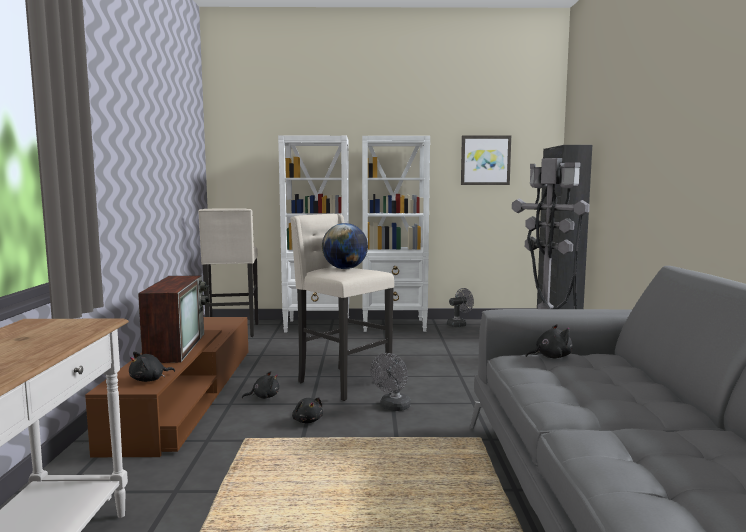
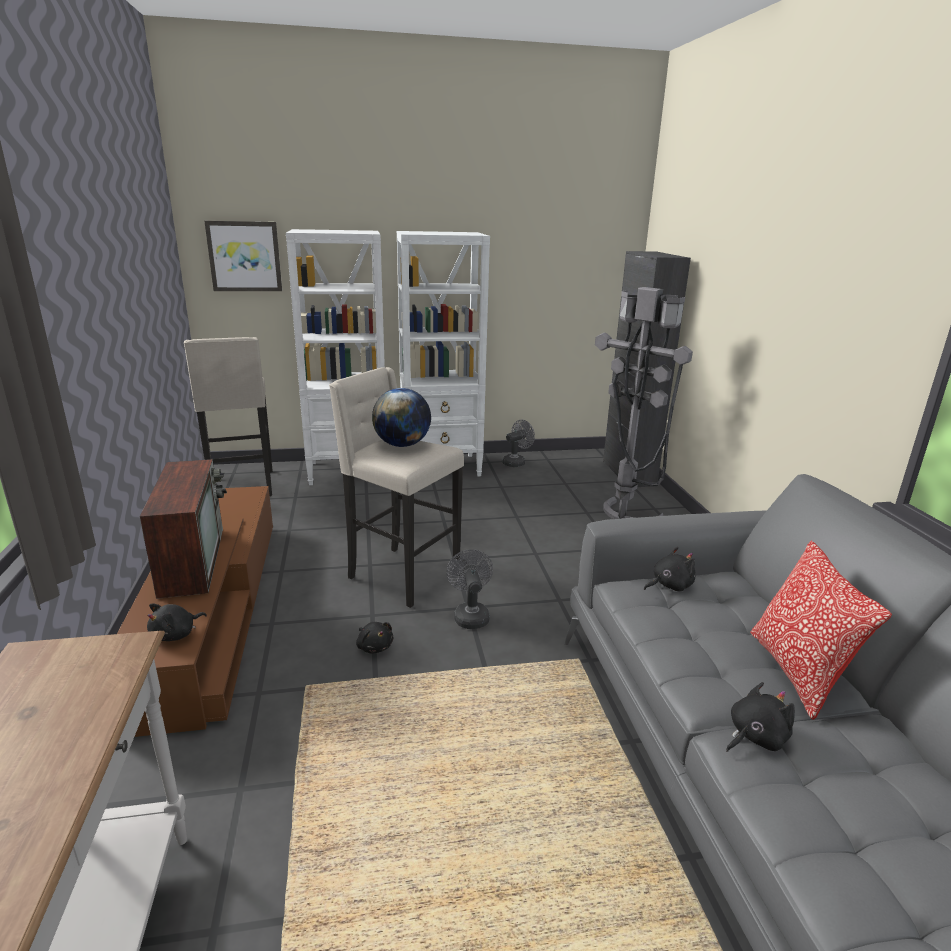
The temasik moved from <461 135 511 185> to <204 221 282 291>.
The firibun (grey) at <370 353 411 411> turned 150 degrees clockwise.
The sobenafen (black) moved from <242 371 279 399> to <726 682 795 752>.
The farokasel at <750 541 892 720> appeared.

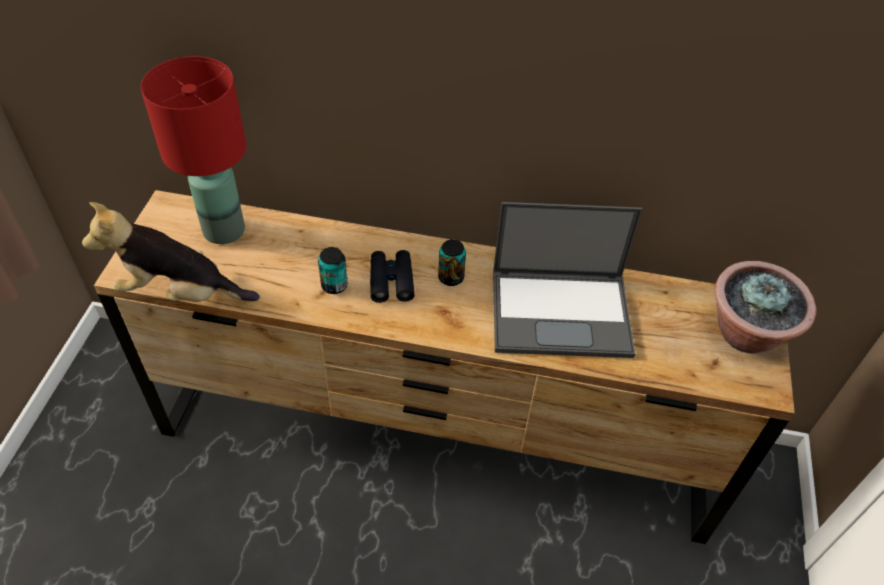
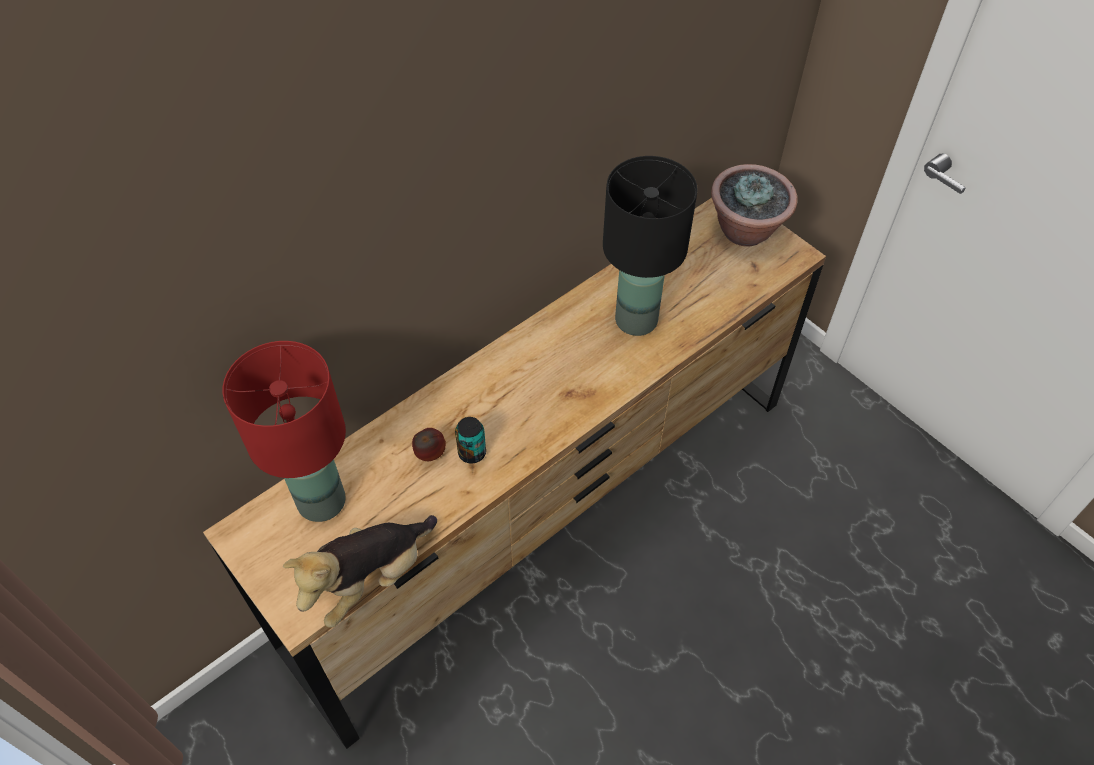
The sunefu at <493 202 642 358> was replaced by the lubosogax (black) at <603 156 698 336>.
The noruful at <438 239 466 286> disappeared.
The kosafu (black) at <370 250 414 303> disappeared.
The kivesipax at <412 428 446 461> appeared.

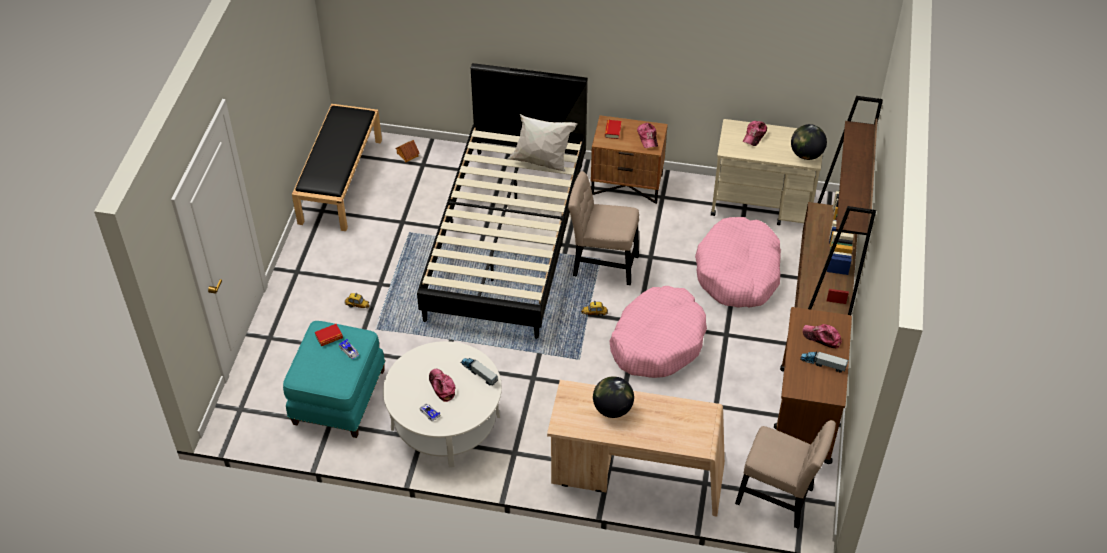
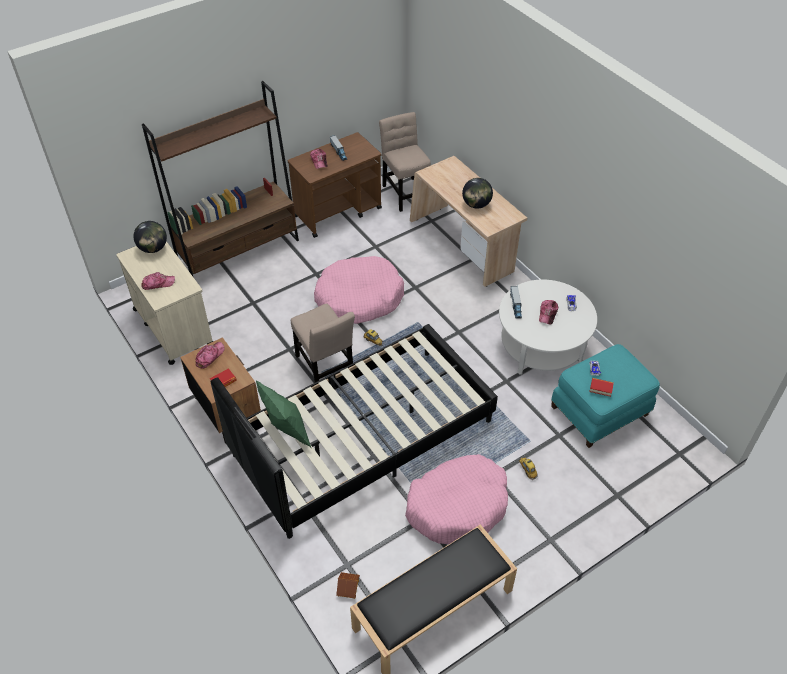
The farokasel (white) at <507 114 577 172> became the farokasel (green) at <256 381 311 447>.
The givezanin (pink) moved from <695 217 781 308> to <405 454 508 544>.

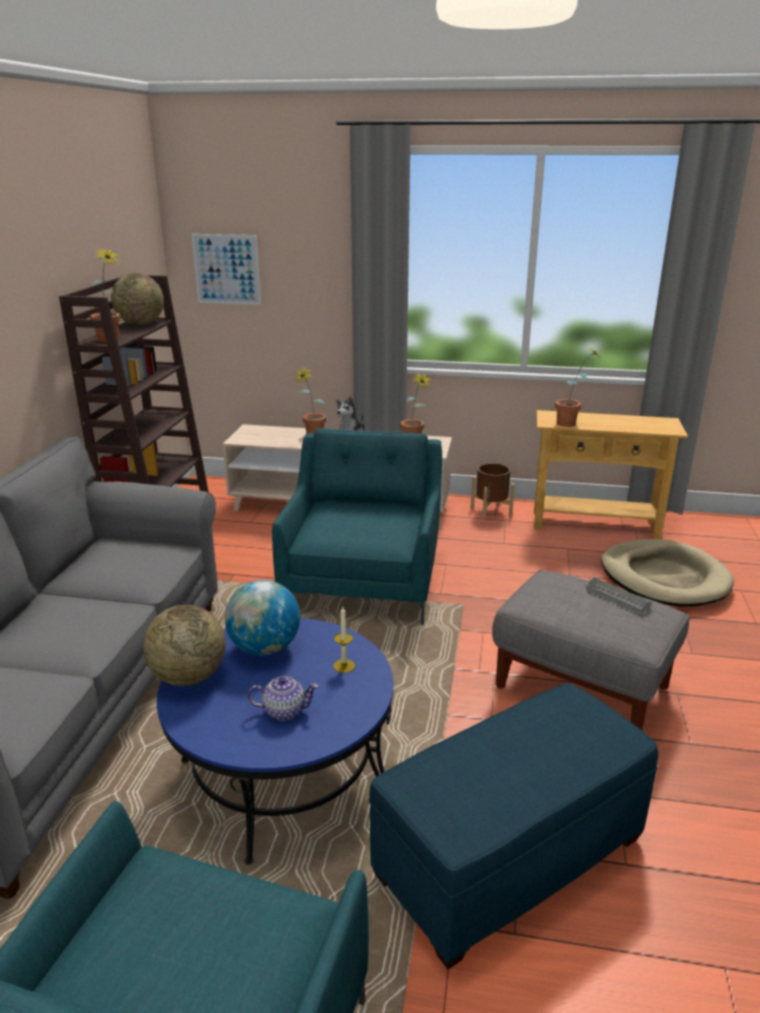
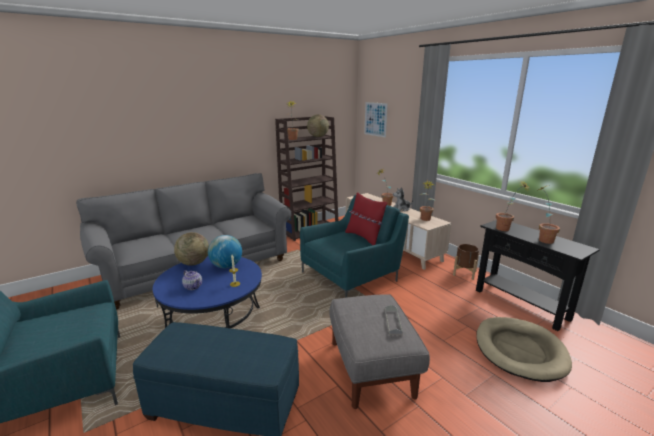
The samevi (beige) at <534 410 688 539> became the samevi (black) at <476 220 600 331>.
The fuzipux at <535 185 560 244> appeared.
The farokasel (red) at <345 192 387 245> appeared.

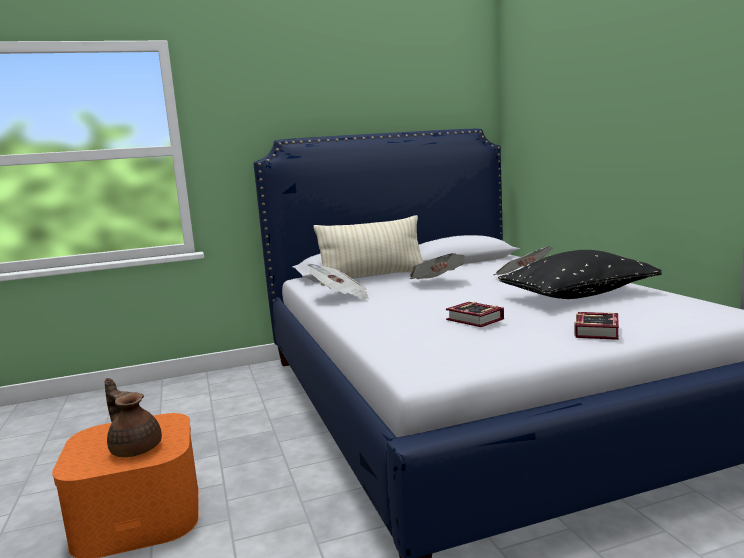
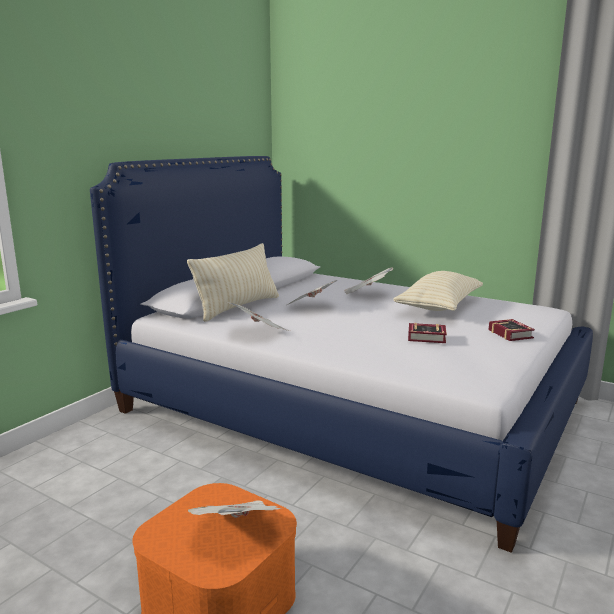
The farokasel (black) at <498 250 662 299> became the farokasel (beige) at <393 271 483 311>.
The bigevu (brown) at <105 378 162 457> was replaced by the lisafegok at <188 500 282 518>.

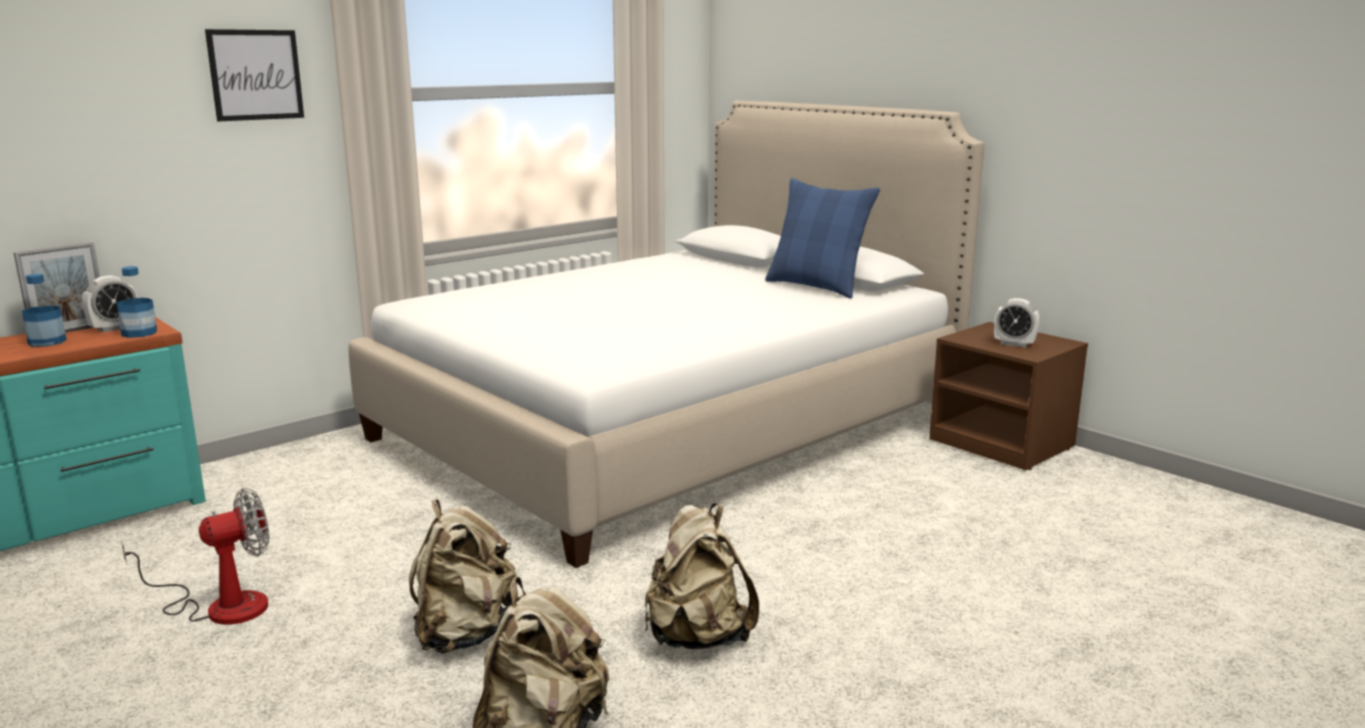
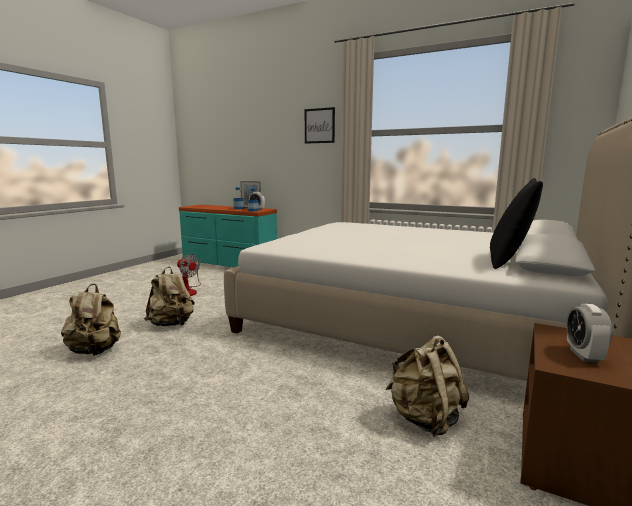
The farokasel (blue) at <765 178 880 298> became the farokasel (black) at <490 178 543 269>.
The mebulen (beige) moved from <645 503 759 649> to <386 336 469 437>.

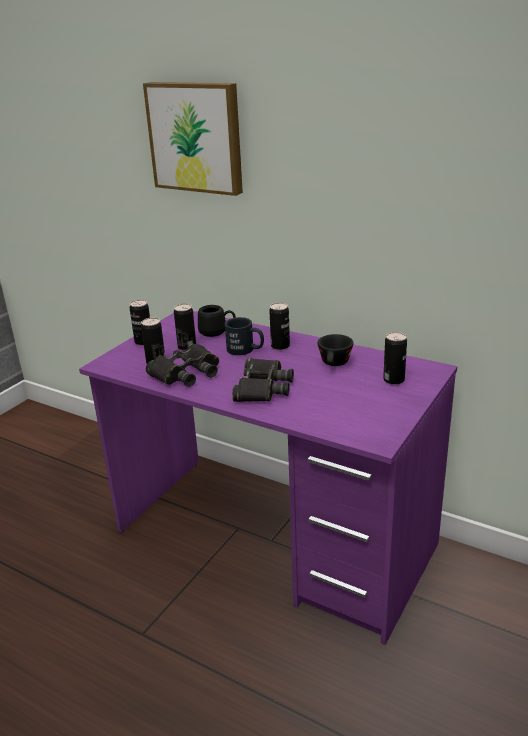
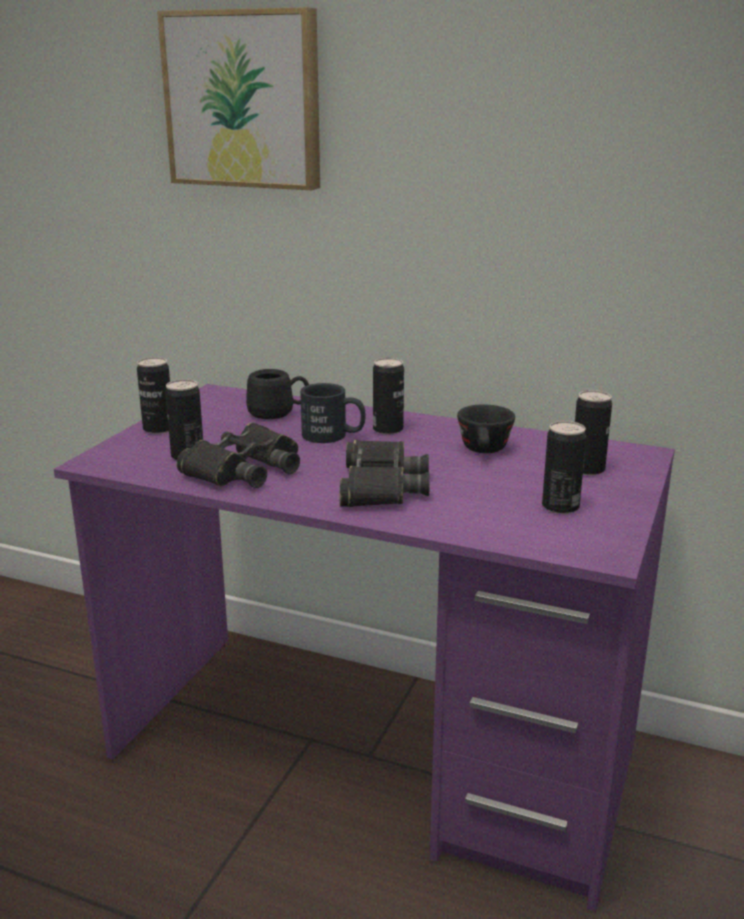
The noruful moved from <174 304 196 351> to <542 421 586 514>.

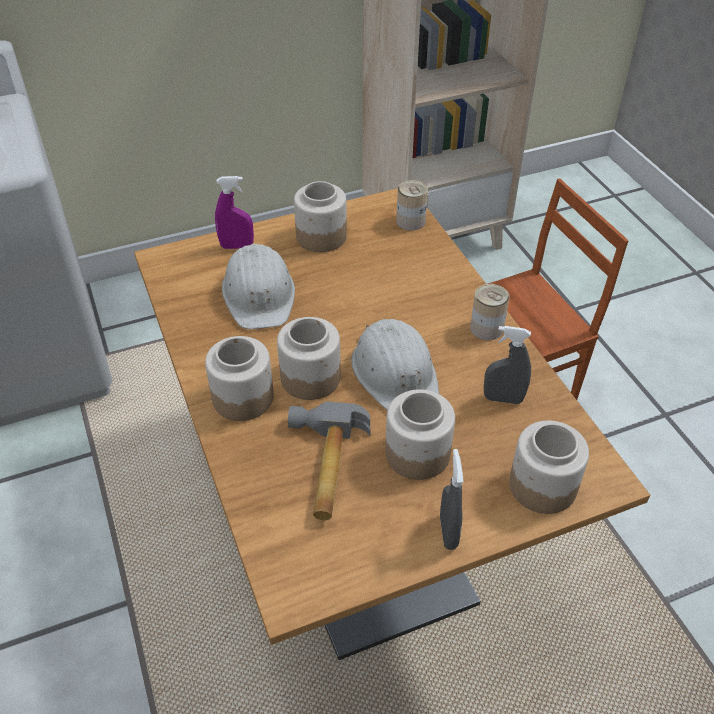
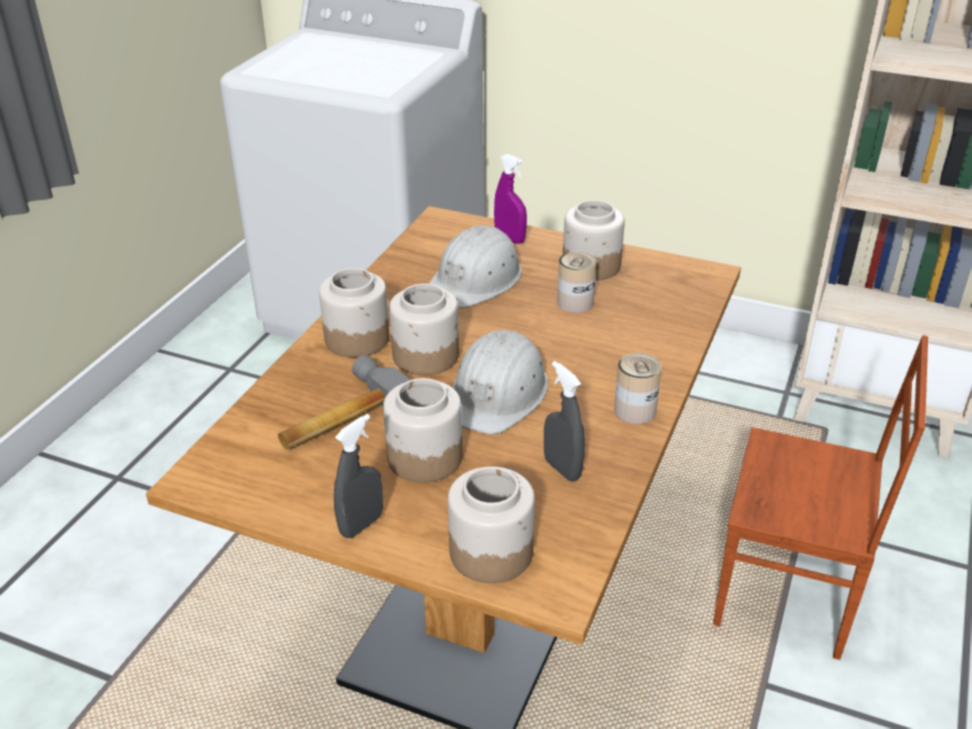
The noruful moved from <396 180 428 230> to <557 251 596 313>.

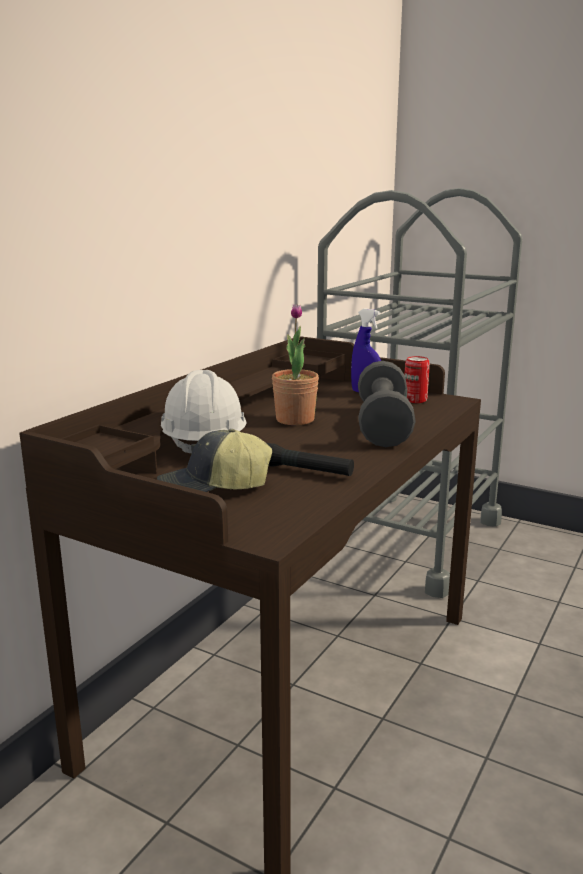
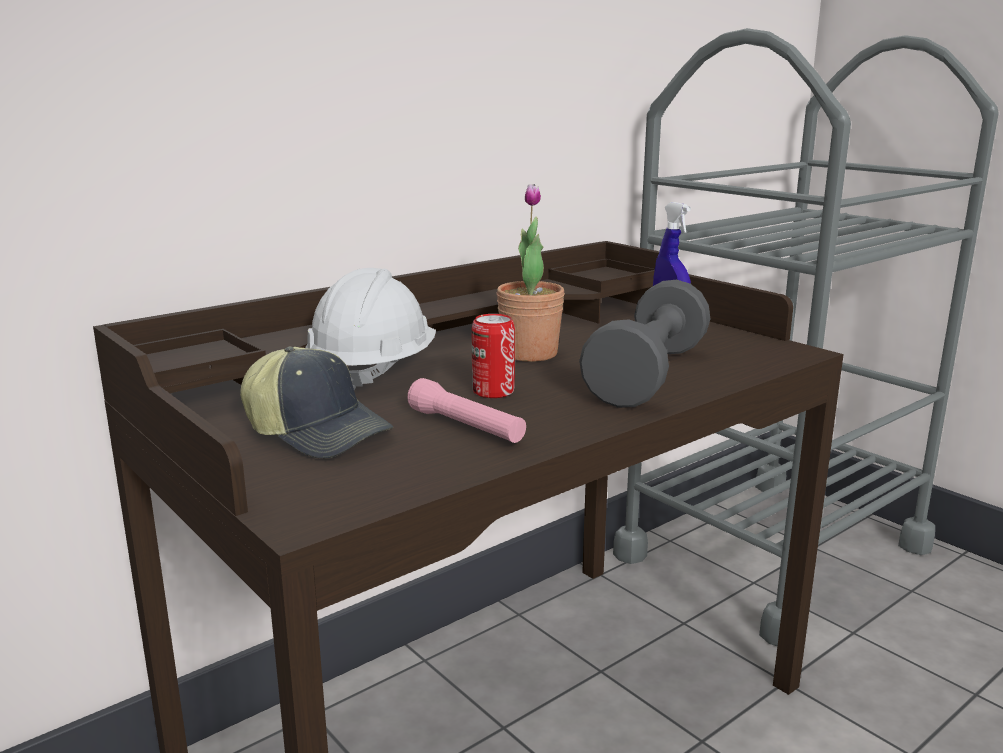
The noruful moved from <405 356 430 403> to <471 314 515 398>.
The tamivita at <157 429 272 492> turned 150 degrees counterclockwise.
The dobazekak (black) at <267 443 354 476> became the dobazekak (pink) at <407 378 526 443>.

